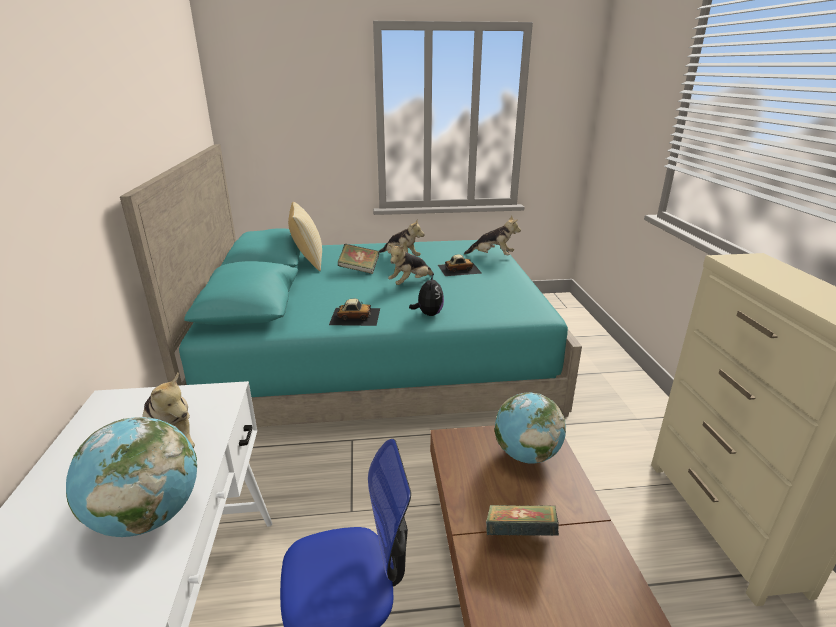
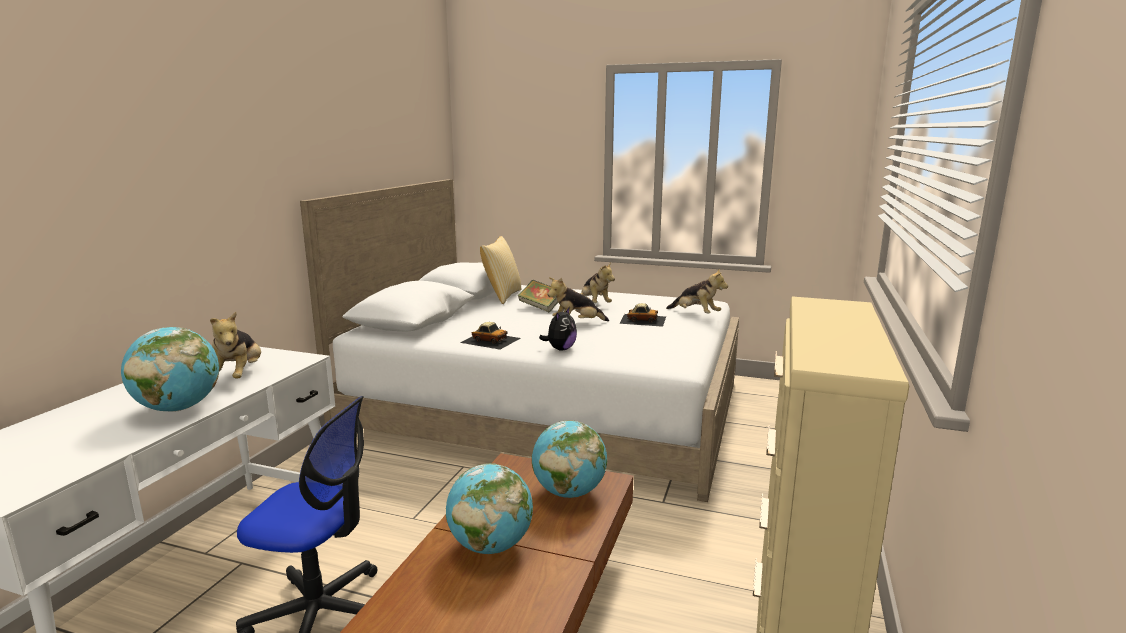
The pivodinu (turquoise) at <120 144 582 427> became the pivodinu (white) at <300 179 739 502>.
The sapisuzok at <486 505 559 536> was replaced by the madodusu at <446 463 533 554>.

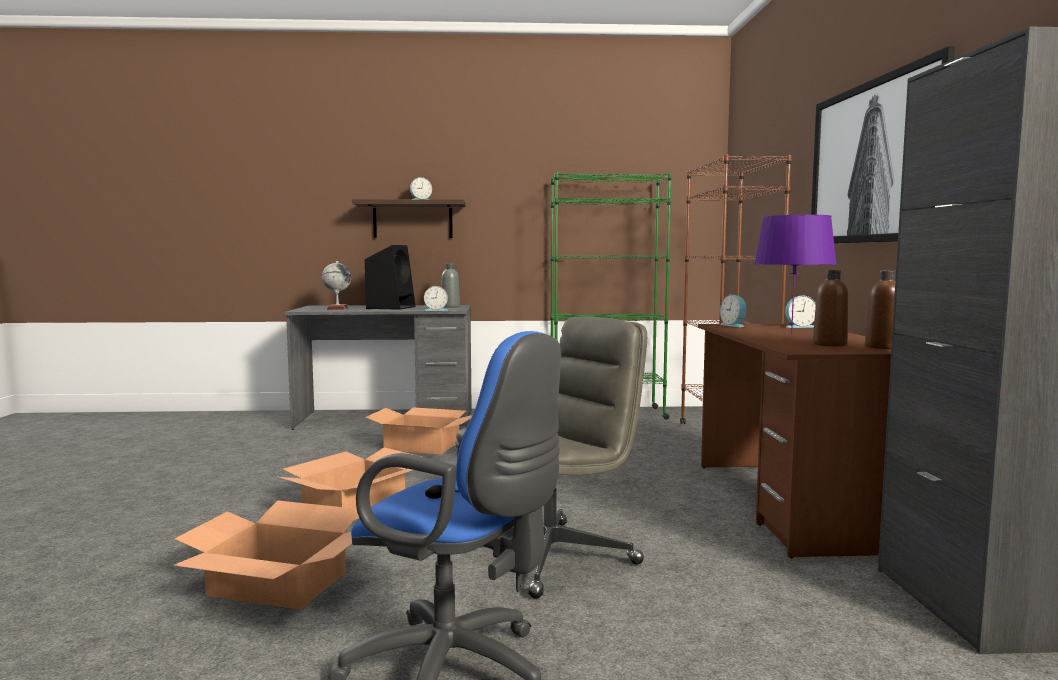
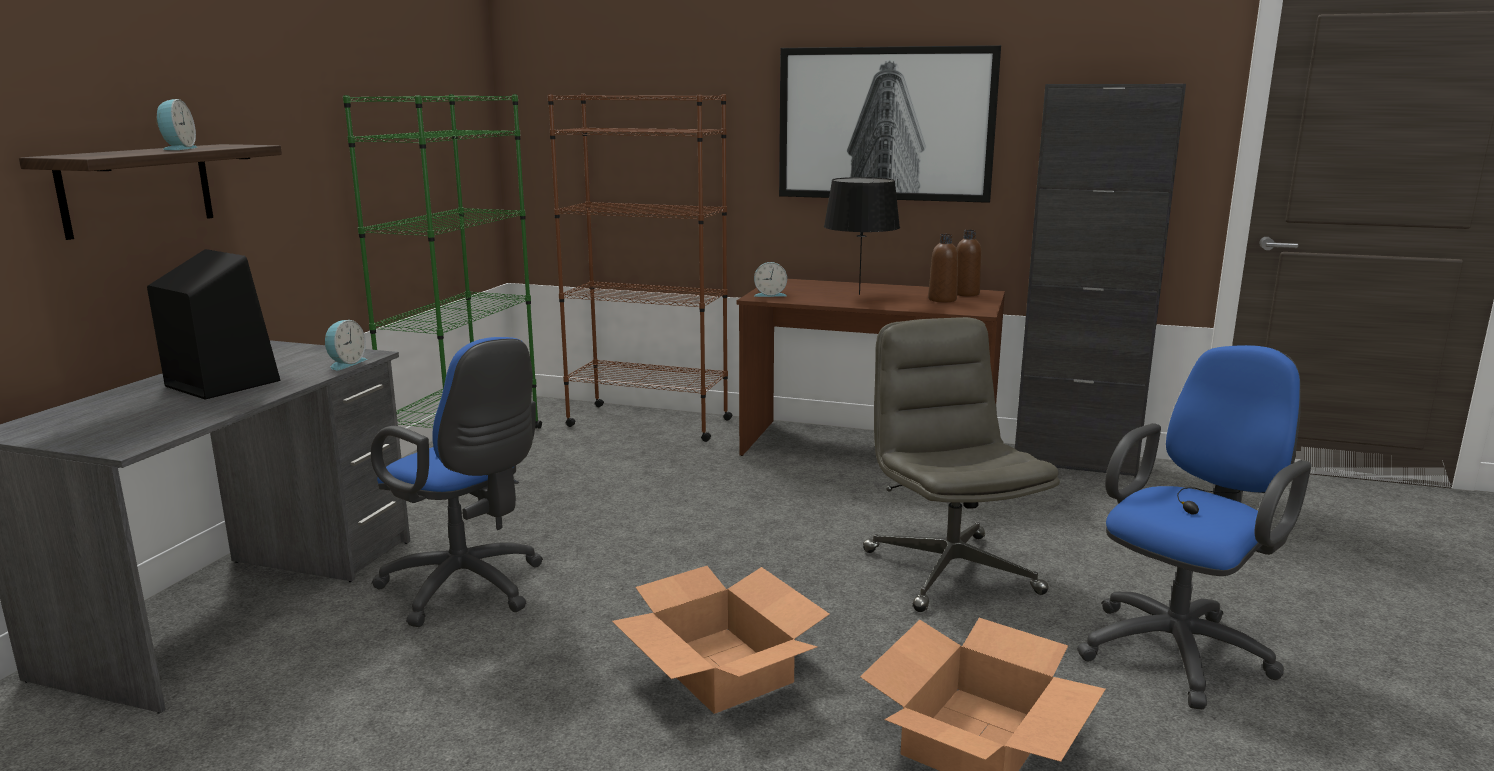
The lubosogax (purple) at <754 215 837 334> became the lubosogax (black) at <824 177 900 295>.
The madodusu at <322 261 351 310> disappeared.
The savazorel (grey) at <441 264 460 308> disappeared.
The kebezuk at <785 296 816 328> disappeared.
The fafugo at <366 407 472 454> was replaced by the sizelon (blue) at <371 337 543 627>.

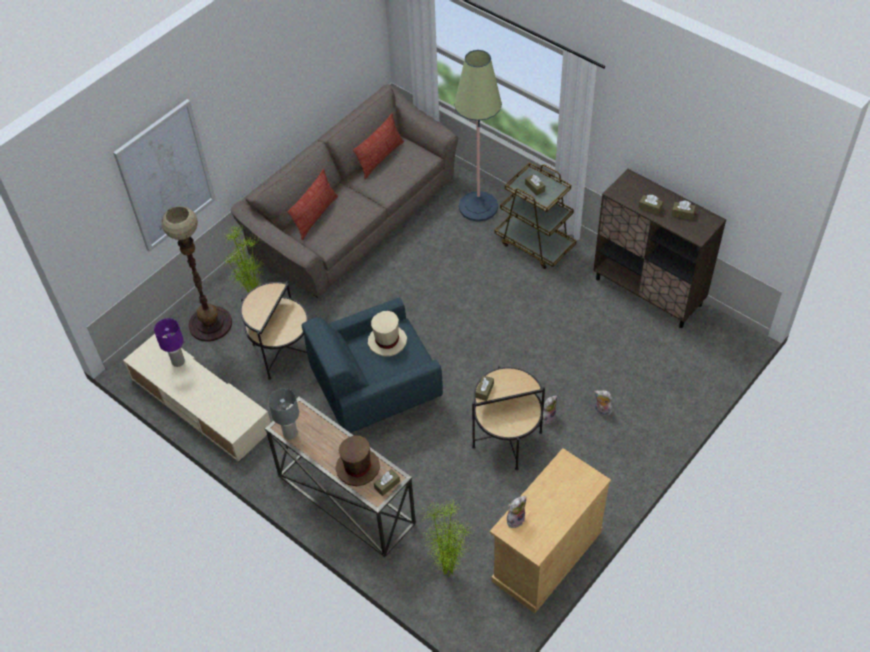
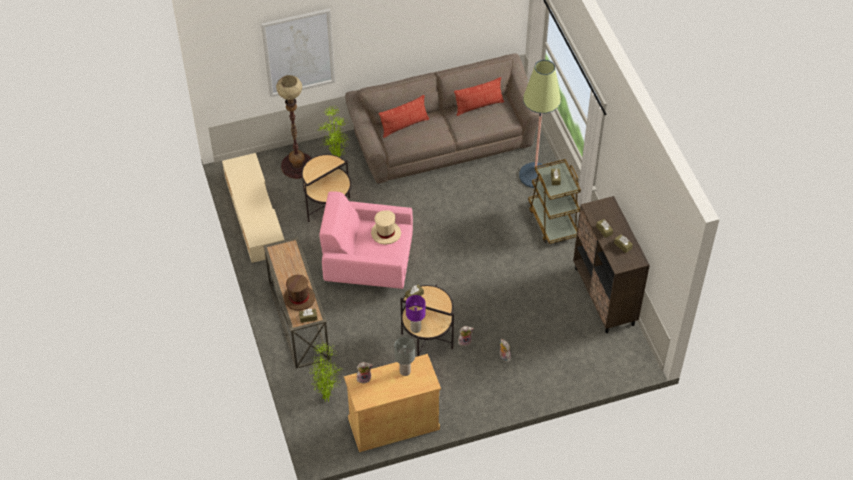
The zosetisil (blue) at <302 297 443 433> became the zosetisil (pink) at <319 191 413 289>.
The lubosogax (purple) moved from <154 318 185 367> to <406 295 425 333>.
The lubosogax (grey) moved from <268 388 299 440> to <394 337 415 376>.

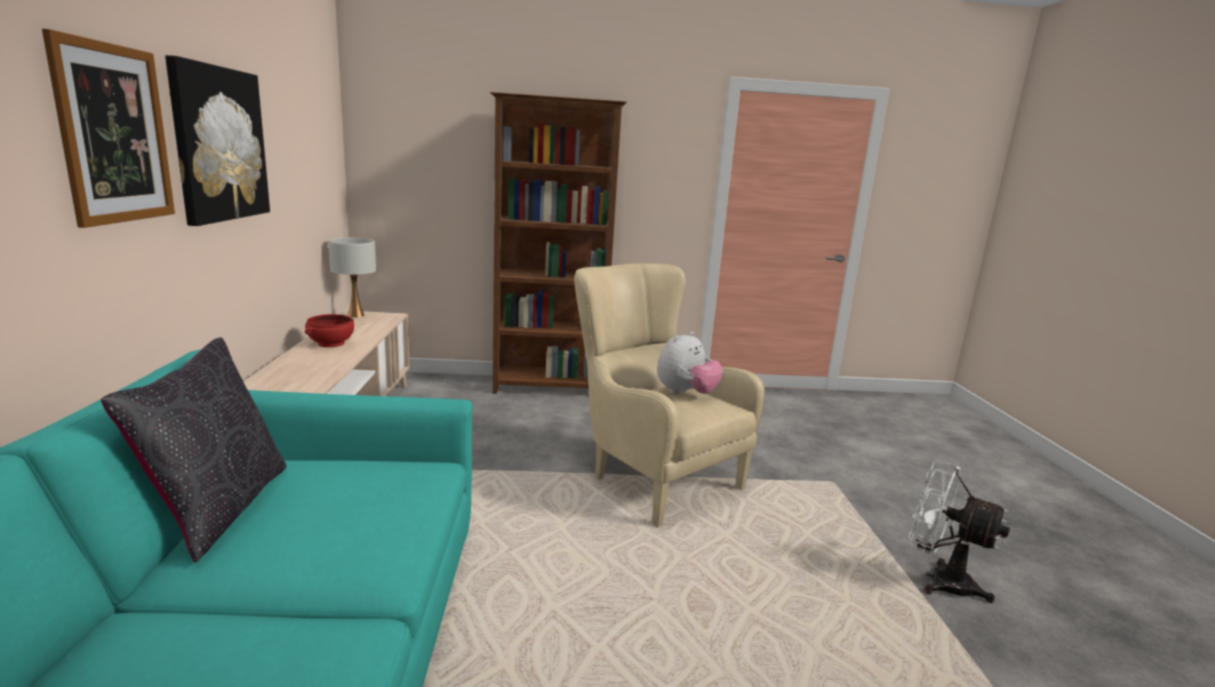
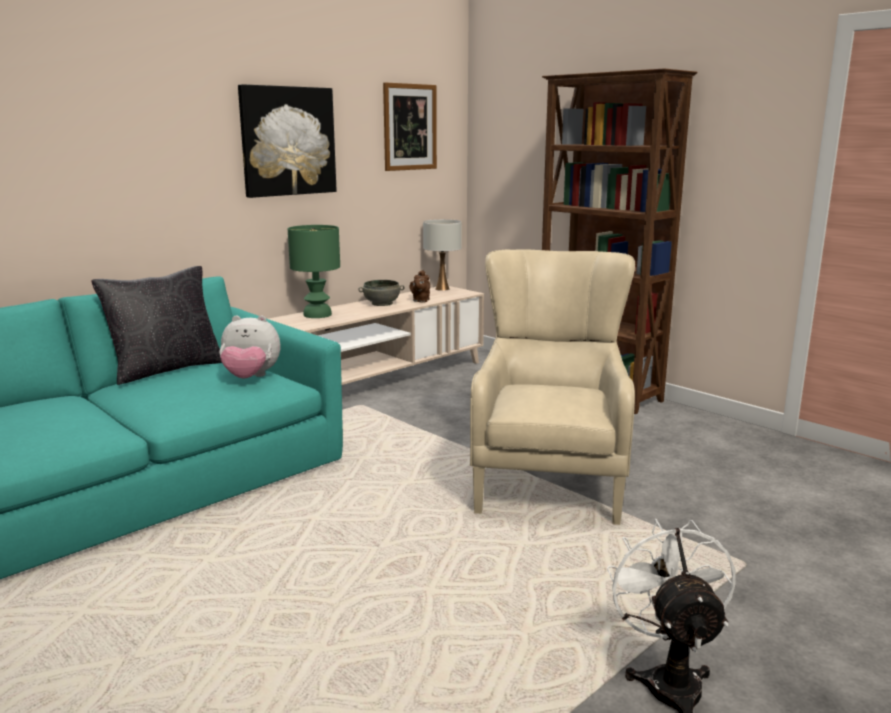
The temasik moved from <42 29 175 228> to <383 82 437 171>.
The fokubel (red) at <305 314 354 347> became the fokubel (grey) at <358 280 404 306>.
The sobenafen moved from <657 331 723 395> to <219 315 280 379>.
The lubosogax (green) at <288 225 340 318> appeared.
The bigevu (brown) at <410 270 430 303> appeared.

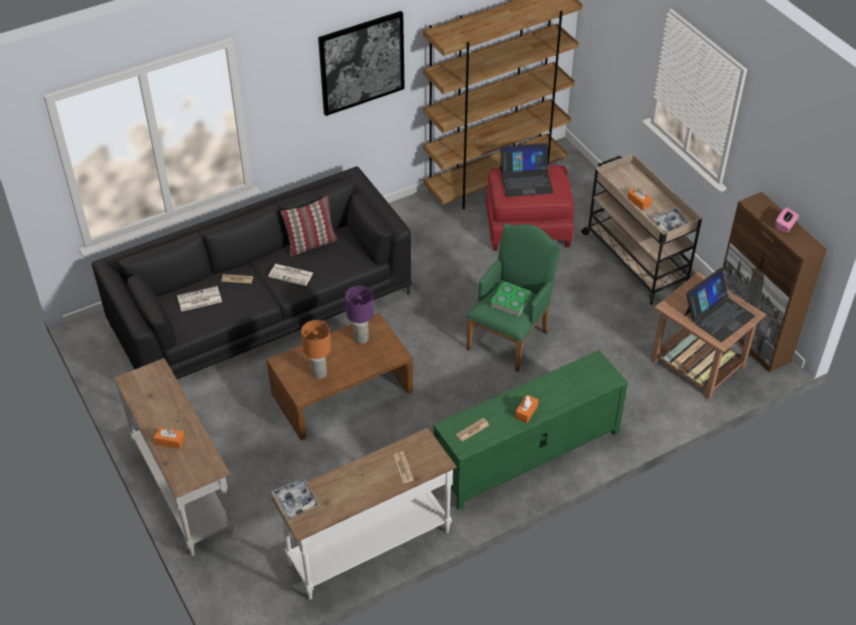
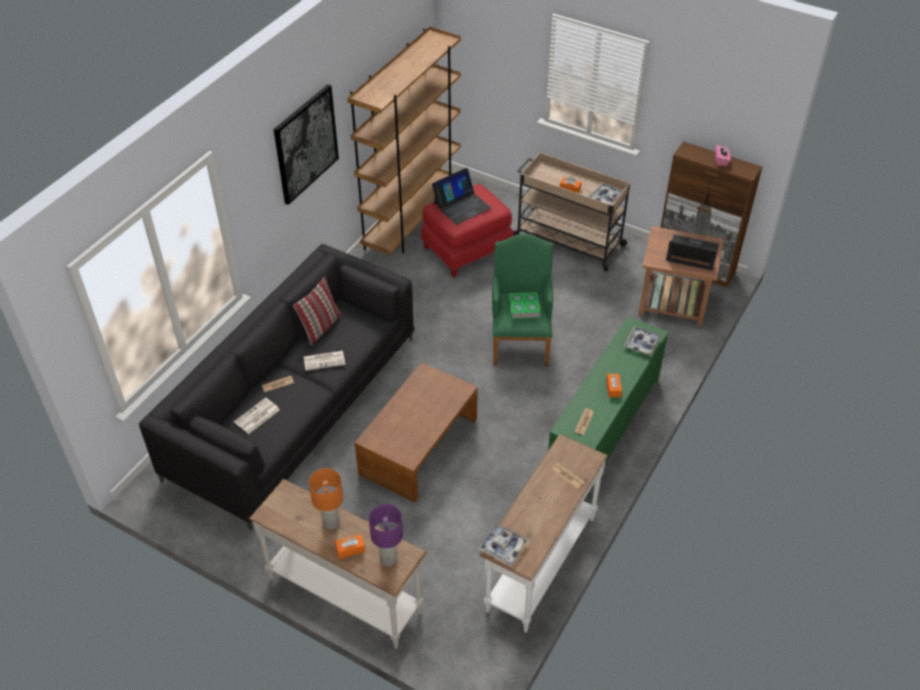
The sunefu at <684 268 755 342> turned 90 degrees counterclockwise.
The lubosogax (purple) moved from <345 286 374 344> to <369 504 403 566>.
The lubosogax (orange) moved from <301 320 331 379> to <309 468 343 530>.
The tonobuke at <624 326 662 356> appeared.

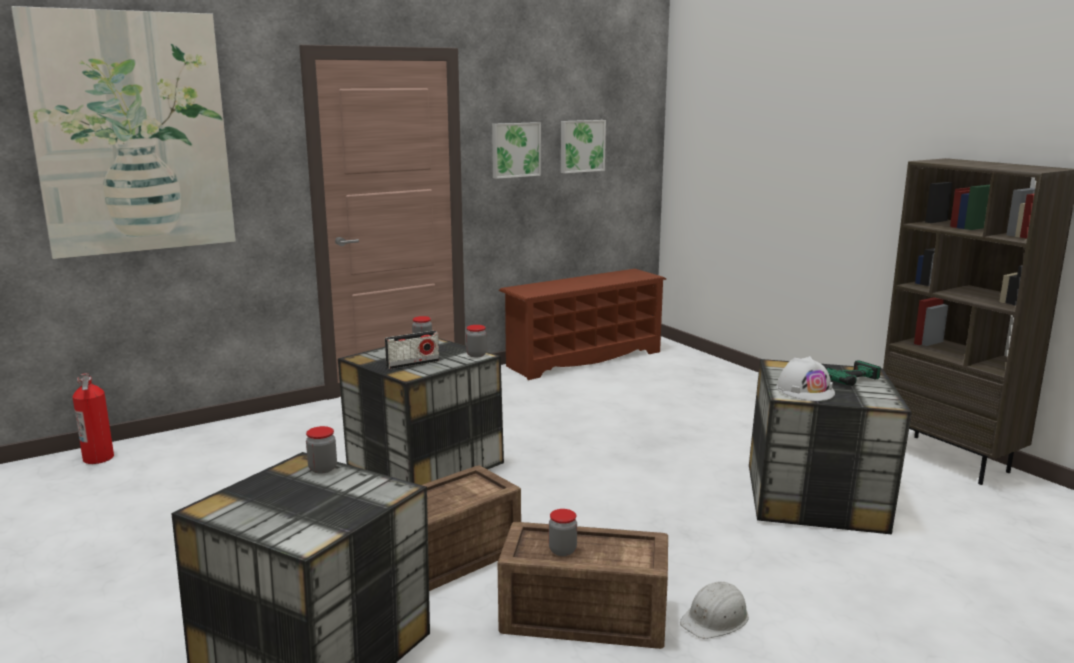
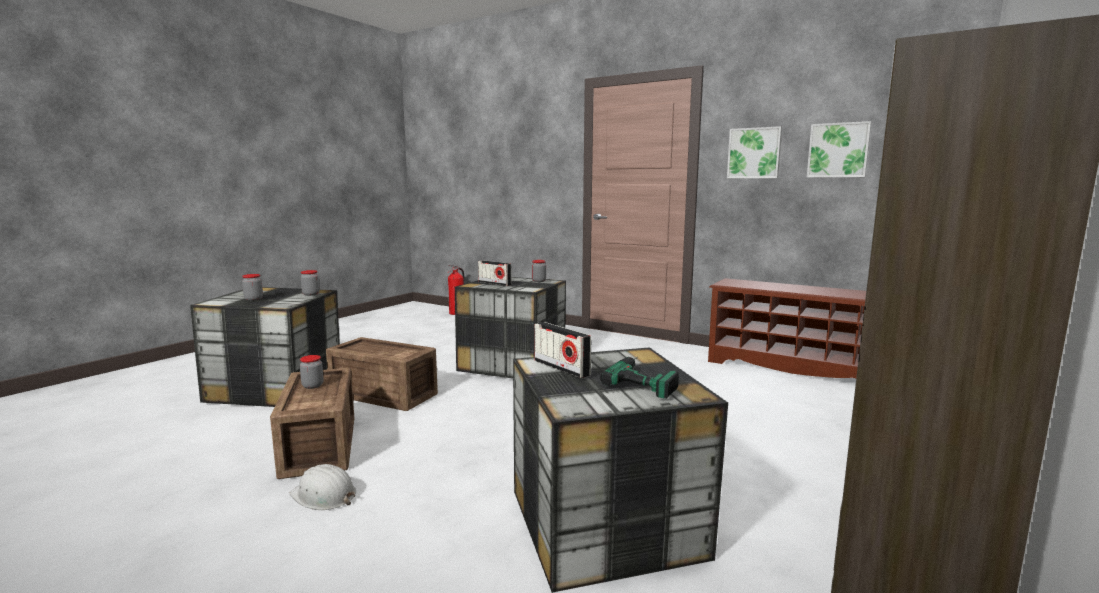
The temasik at <11 6 236 259> disappeared.
The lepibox moved from <466 325 487 357> to <242 274 263 301>.
The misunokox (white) at <776 356 835 401> was replaced by the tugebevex at <534 322 591 378>.

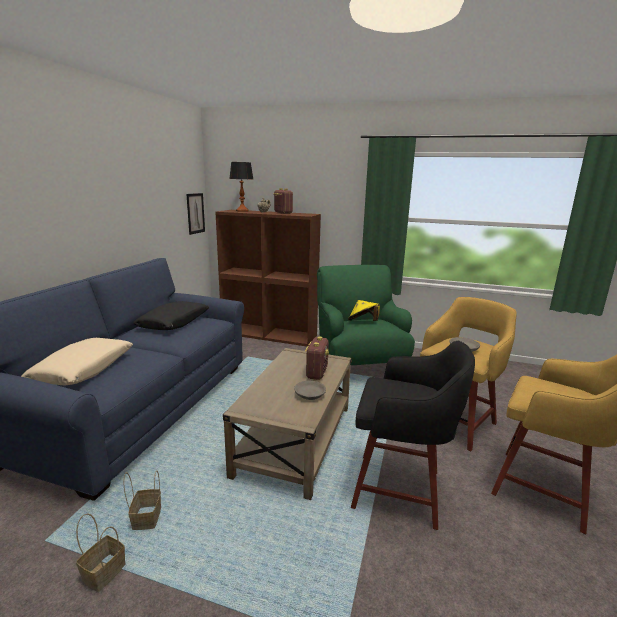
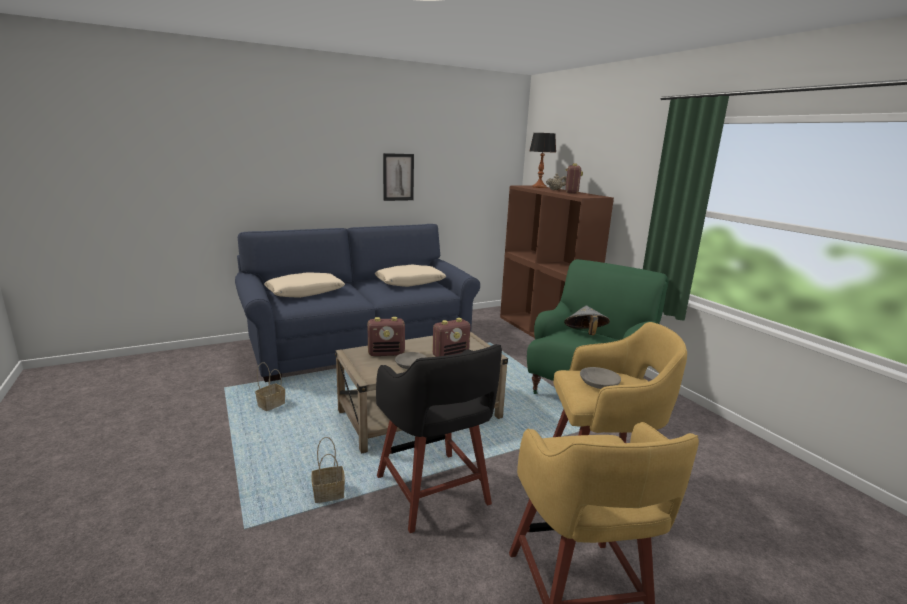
The temasik moved from <186 193 205 235> to <383 153 414 201>.
The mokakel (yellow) at <348 300 380 321> became the mokakel (grey) at <564 306 610 335>.
The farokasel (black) at <133 301 209 330> became the farokasel (beige) at <375 265 446 287>.
The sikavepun moved from <76 513 126 592> to <311 437 345 503>.
The tugebevex at <367 317 405 356> appeared.

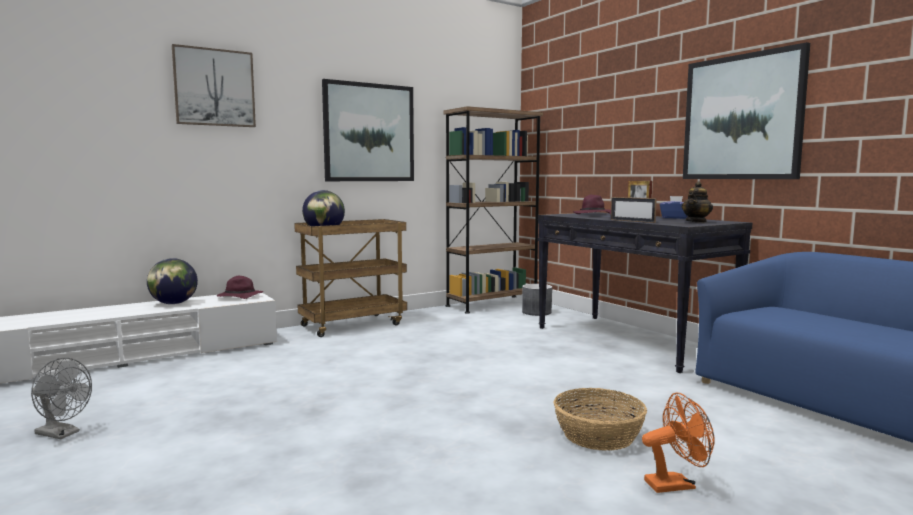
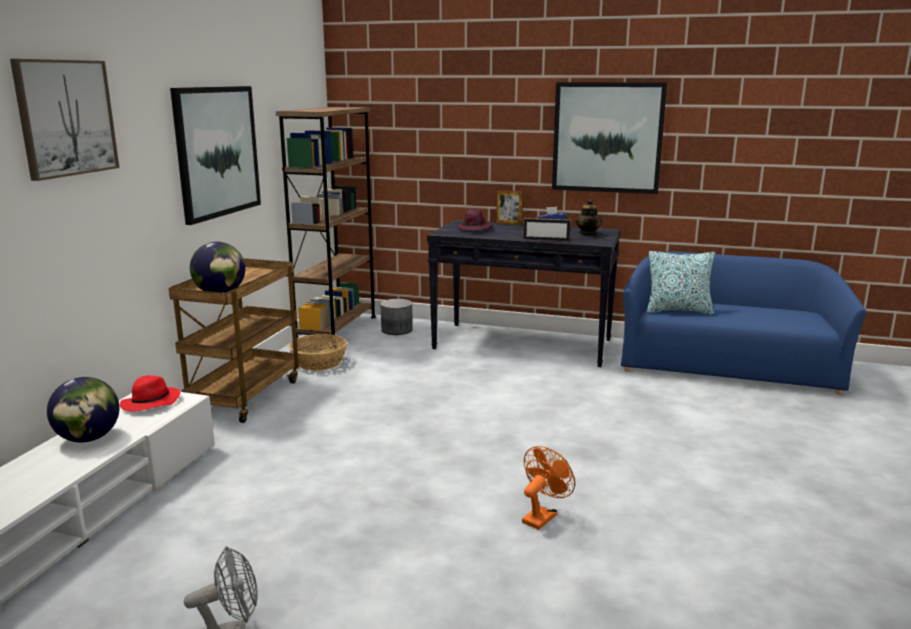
The mokakel (purple) at <217 276 263 299> became the mokakel (red) at <120 375 181 411>.
The sikavepun moved from <553 388 647 451> to <289 334 347 371>.
The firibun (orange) moved from <642 392 714 493> to <522 446 575 530>.
The farokasel at <647 251 715 315> appeared.

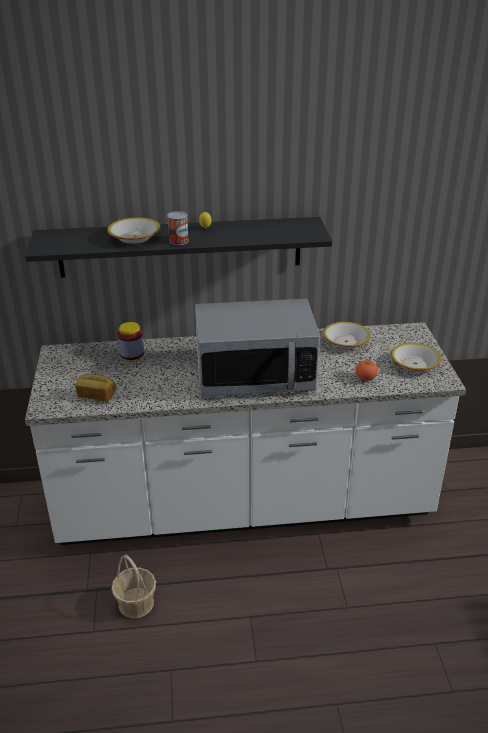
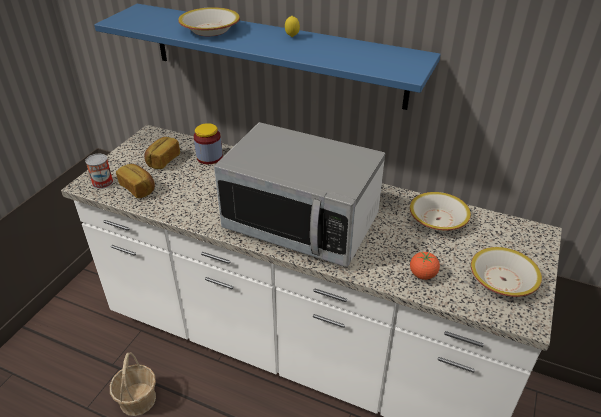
The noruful moved from <167 211 189 245> to <85 154 113 189>.
The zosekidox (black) at <25 217 332 278> became the zosekidox (blue) at <94 4 441 110>.
The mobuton at <144 137 180 169> appeared.

